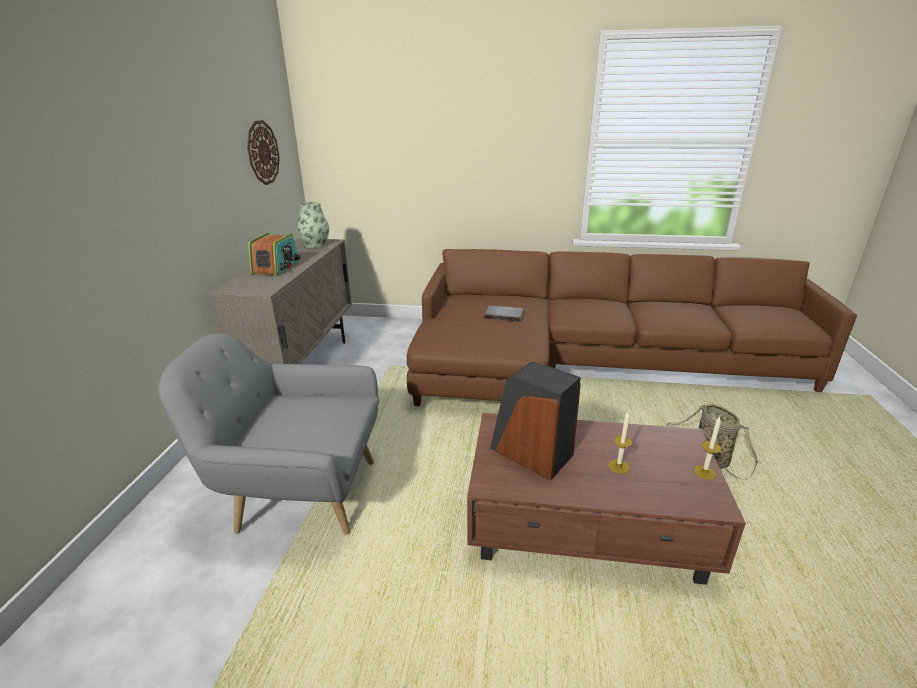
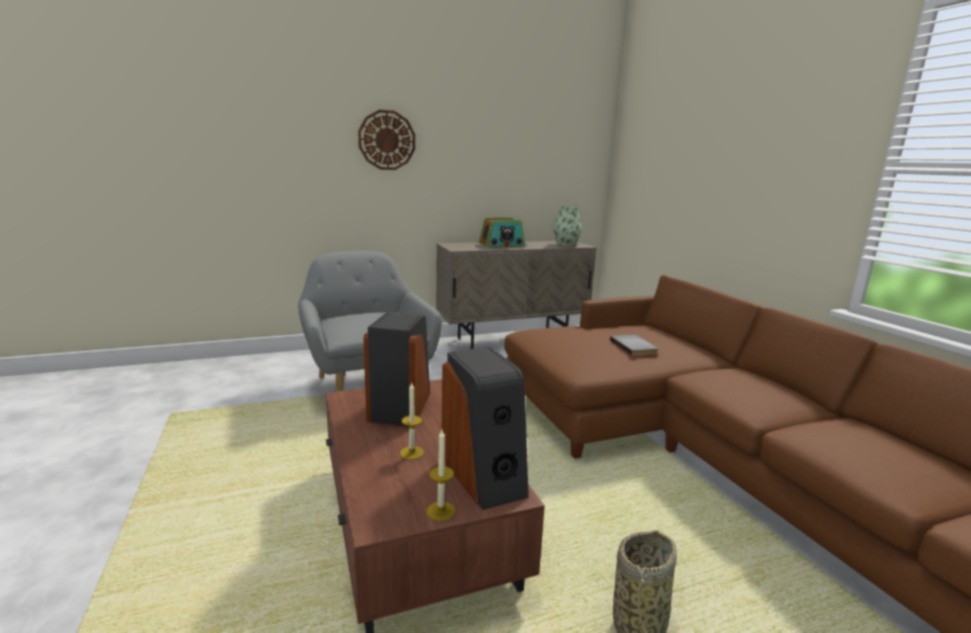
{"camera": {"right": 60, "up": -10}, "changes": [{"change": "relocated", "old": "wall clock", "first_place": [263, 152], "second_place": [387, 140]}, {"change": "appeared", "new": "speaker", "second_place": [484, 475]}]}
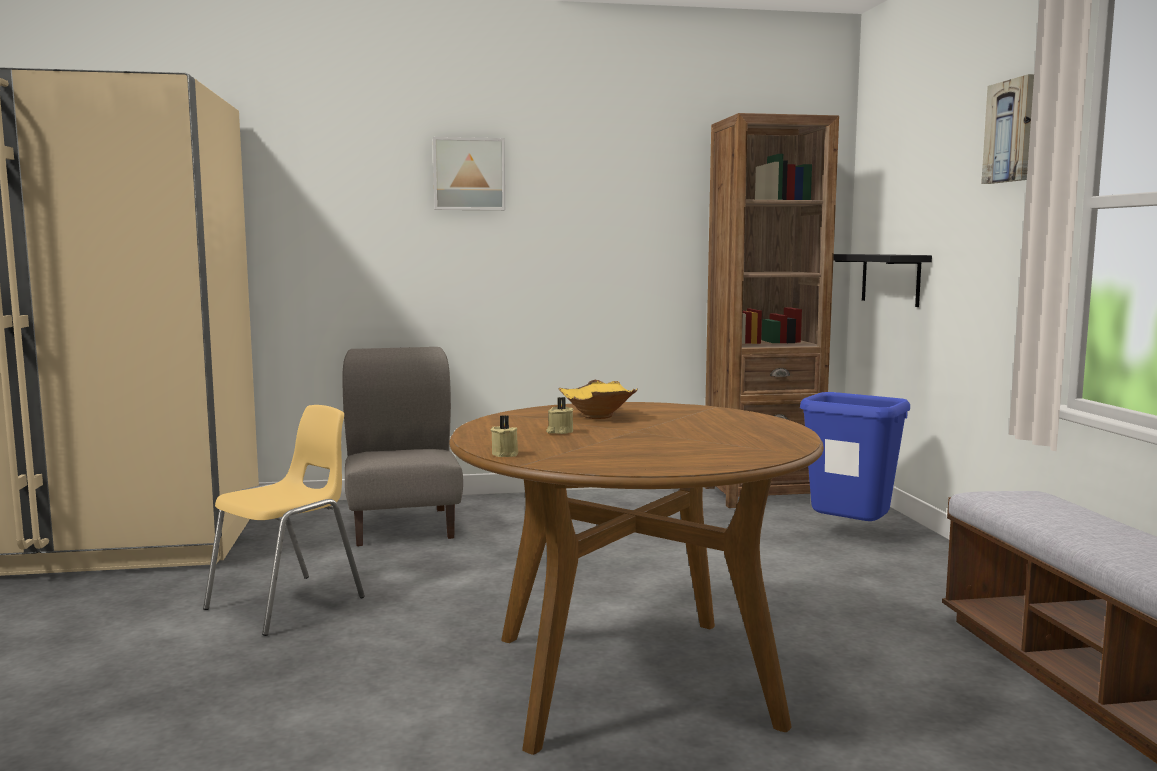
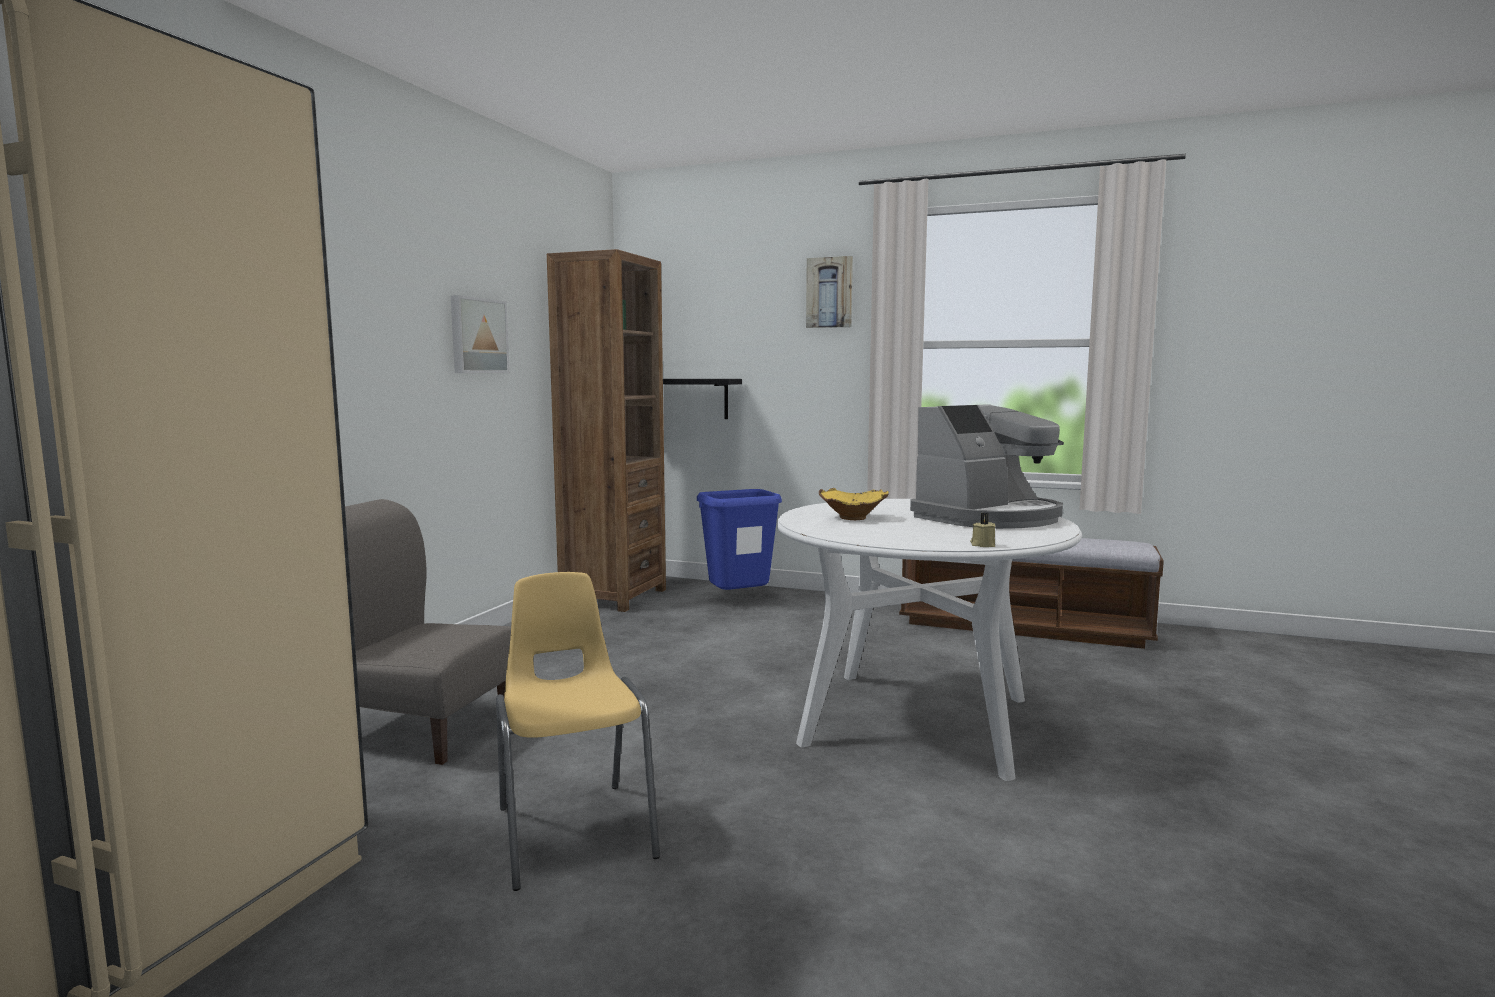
{"camera": {"right": -60, "up": 0}, "changes": [{"change": "relocated", "old": "picture", "first_place": [469, 174], "second_place": [477, 336]}, {"change": "colour", "old": "brown dining table", "new": "white dining table", "first_place": [632, 679], "second_place": [917, 720]}, {"change": "missing", "old": "beige candle", "first_place": [559, 432]}, {"change": "appeared", "new": "coffee machine", "second_place": [989, 518]}]}
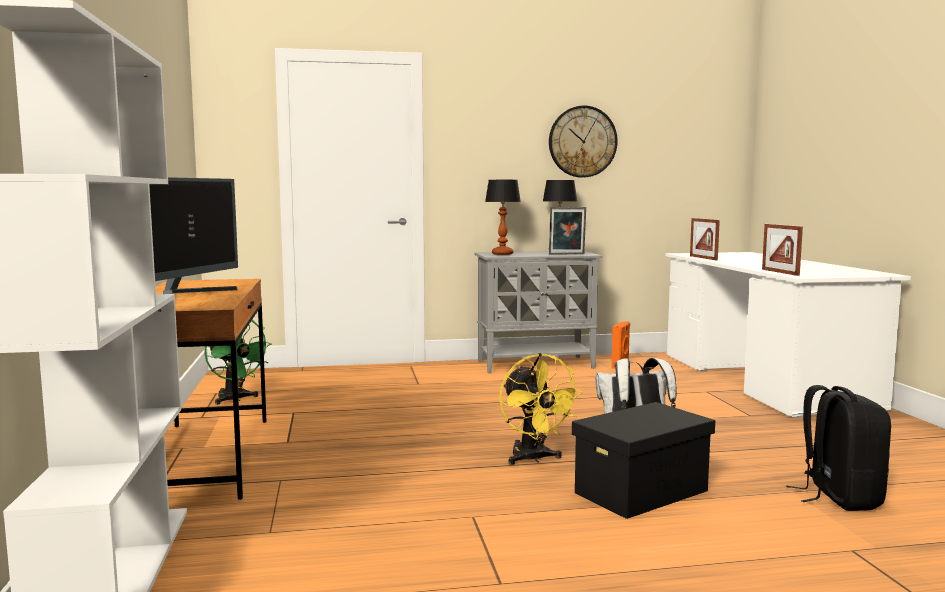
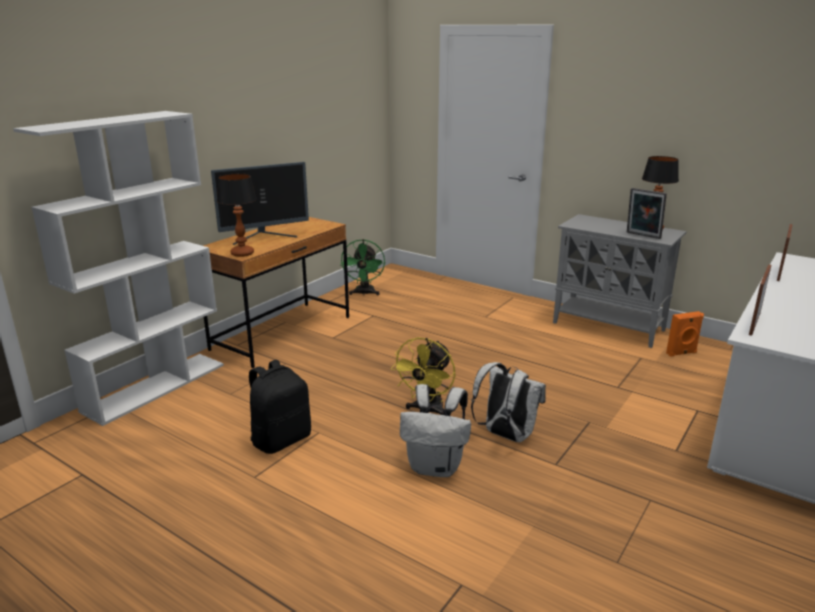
{"camera": {"right": 45, "up": 15}, "changes": [{"change": "relocated", "old": "table lamp", "first_place": [502, 254], "second_place": [242, 254]}, {"change": "missing", "old": "wall clock", "first_place": [582, 142]}, {"change": "exchanged", "old": "black storage box", "new": "white backpack", "first_place": [641, 491], "second_place": [436, 467]}, {"change": "relocated", "old": "black backpack", "first_place": [838, 497], "second_place": [281, 439]}]}
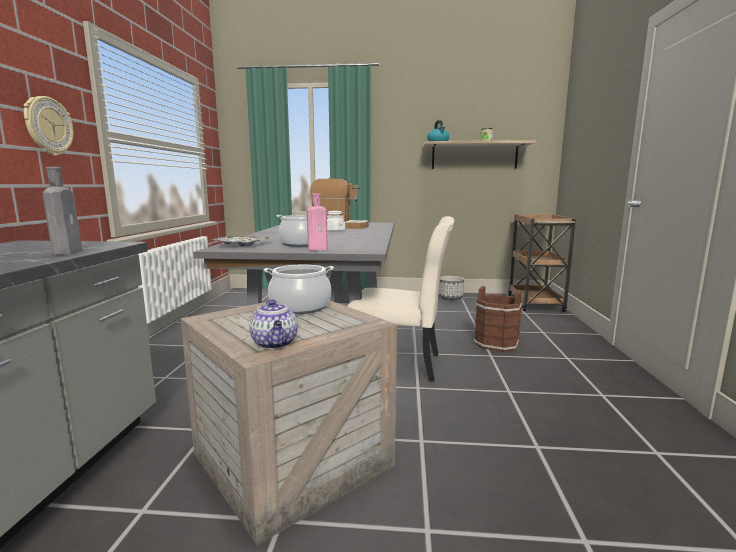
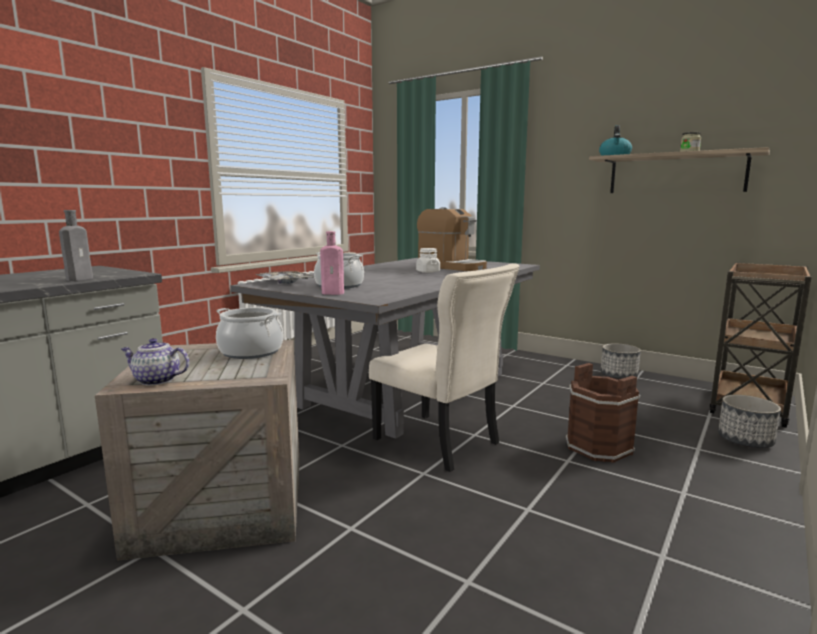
{"camera": {"right": 30, "up": 0}, "changes": [{"change": "missing", "old": "wall clock", "first_place": [48, 126]}, {"change": "spun", "old": "teapot", "first_place": [275, 344], "second_place": [156, 380], "degrees": 90}, {"change": "appeared", "new": "planter", "second_place": [745, 440]}]}
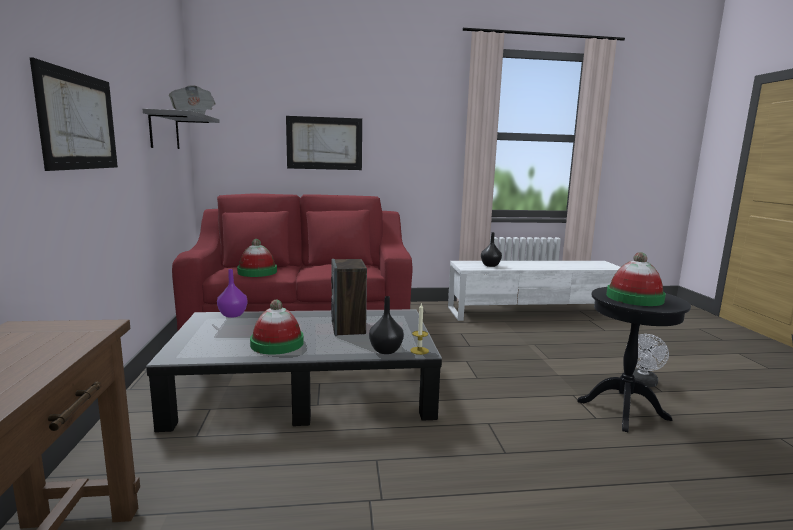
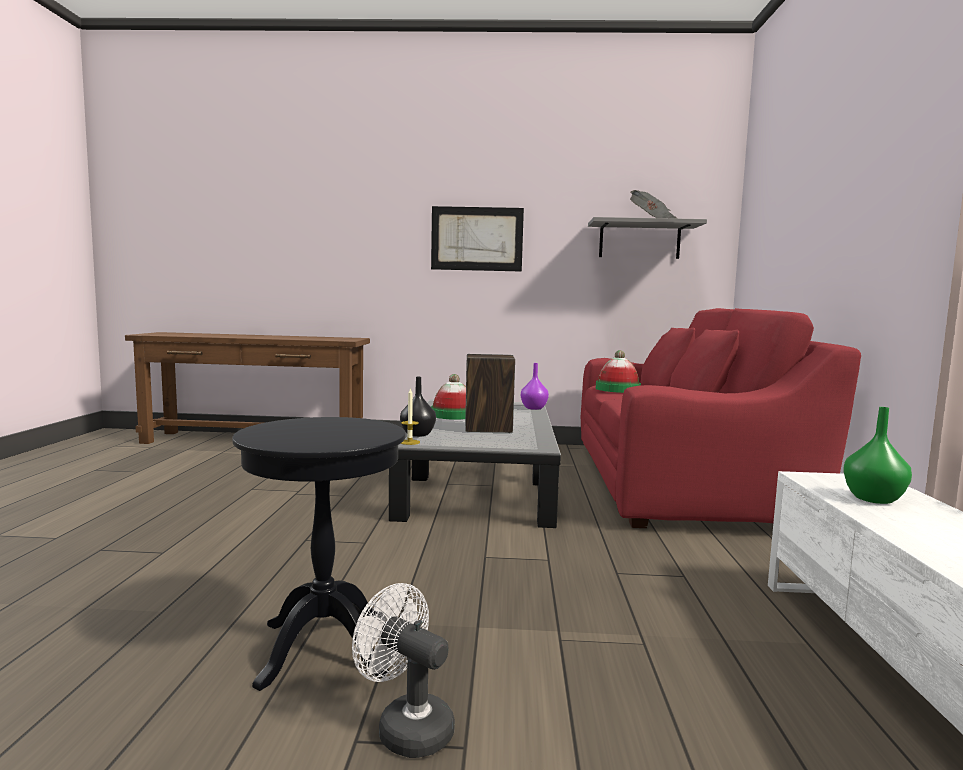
{"camera": {"right": 100, "up": -5}, "changes": [{"change": "missing", "old": "picture", "first_place": [324, 143]}, {"change": "colour", "old": "black vase", "new": "green vase", "first_place": [490, 265], "second_place": [875, 499]}, {"change": "missing", "old": "hat", "first_place": [634, 298]}]}
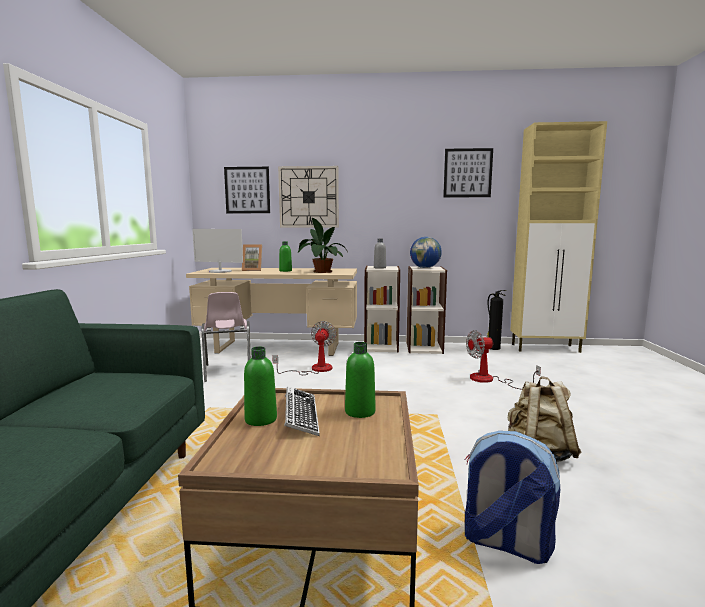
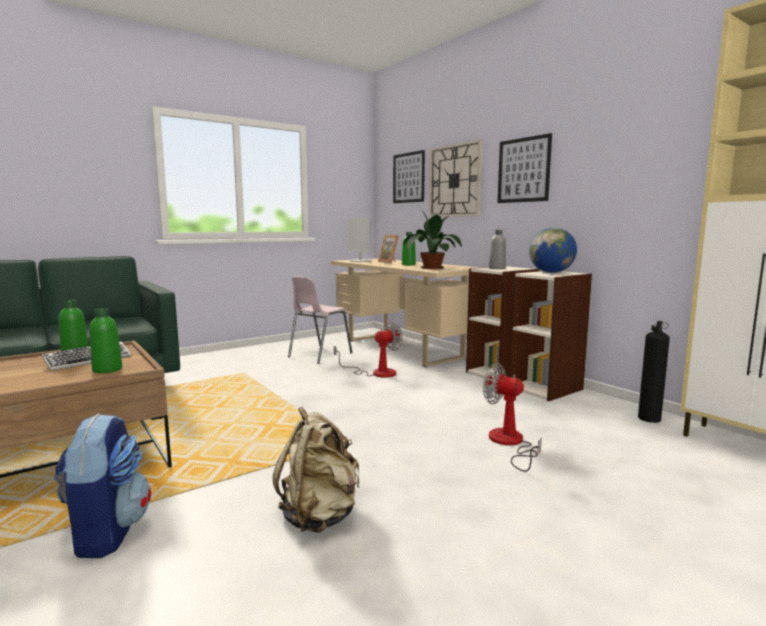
{"camera": {"right": 50, "up": 0}, "changes": [{"change": "relocated", "old": "picture", "first_place": [467, 173], "second_place": [523, 170]}]}
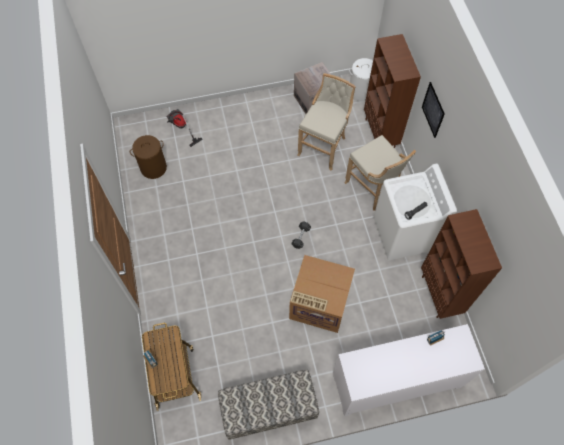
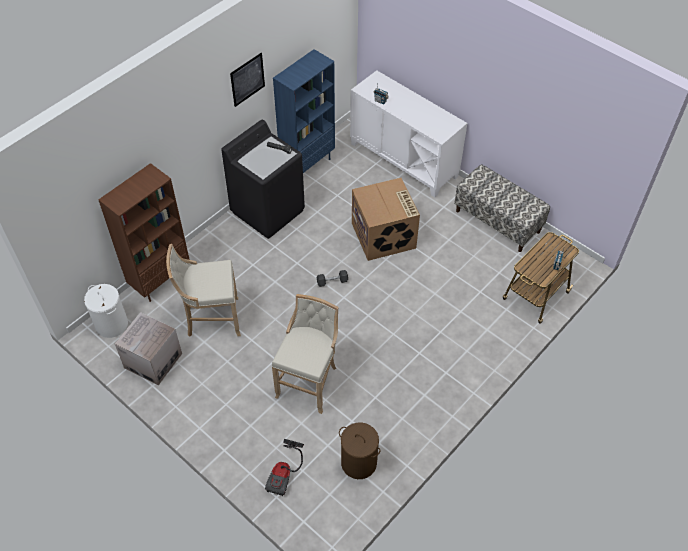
{"camera": {"right": -125, "up": -10}, "changes": [{"change": "relocated", "old": "beige stool", "first_place": [373, 189], "second_place": [309, 381]}, {"change": "colour", "old": "white washing machine", "new": "black washing machine", "first_place": [404, 234], "second_place": [268, 211]}, {"change": "colour", "old": "brown bookcase", "new": "blue bookcase", "first_place": [440, 294], "second_place": [308, 165]}, {"change": "relocated", "old": "picture", "first_place": [433, 110], "second_place": [247, 79]}]}
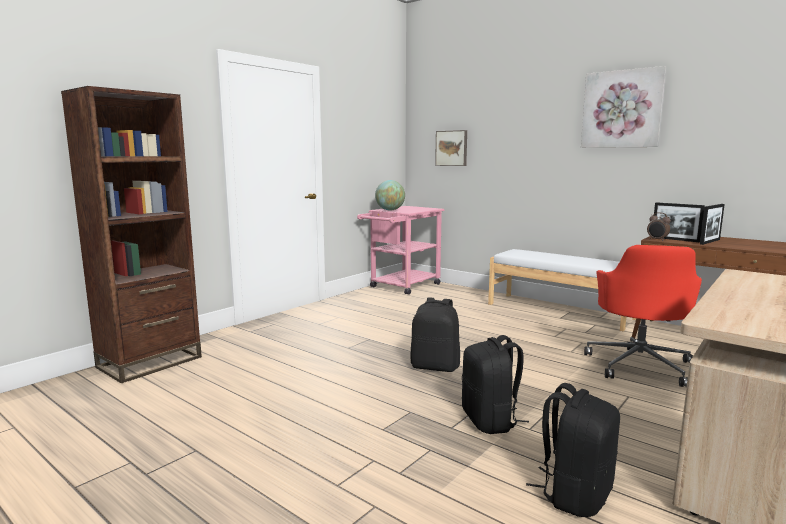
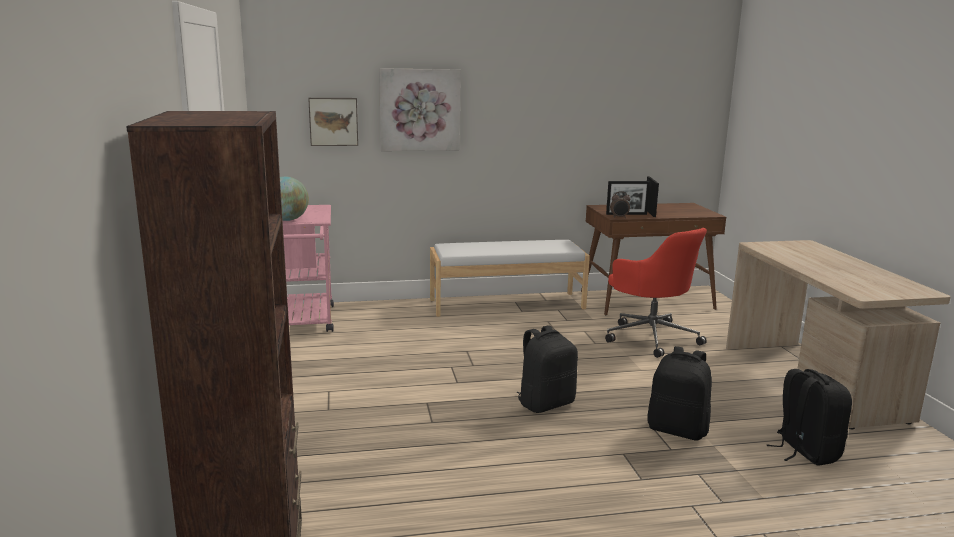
{"camera": {"right": -50, "up": 5}, "changes": [{"change": "relocated", "old": "picture", "first_place": [622, 109], "second_place": [419, 110]}]}
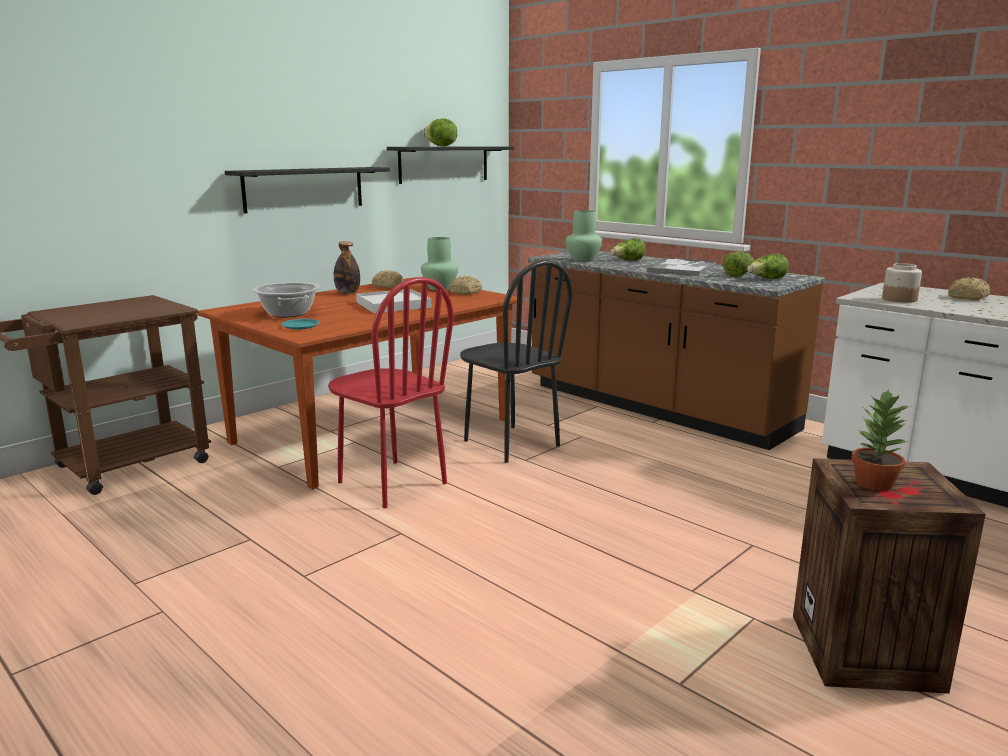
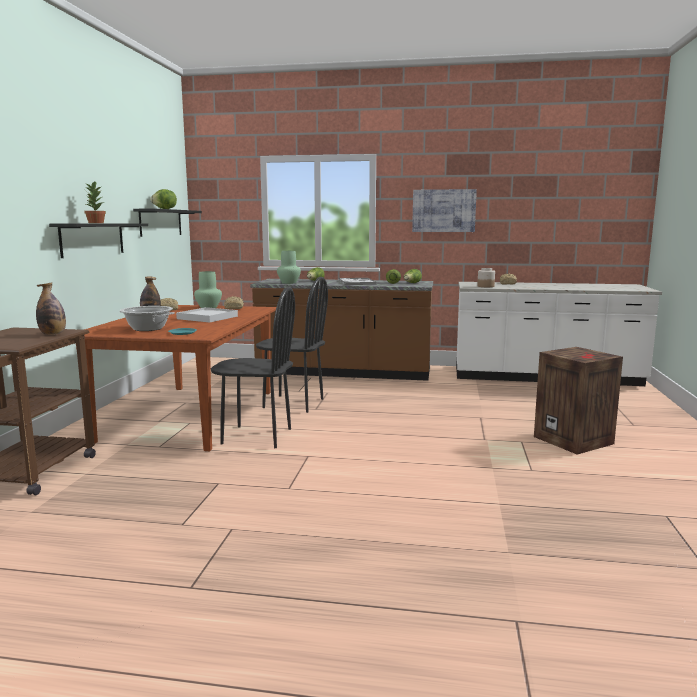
{"camera": {"right": -35, "up": -5}, "changes": [{"change": "colour", "old": "red chair", "new": "black chair", "first_place": [391, 483], "second_place": [256, 436]}, {"change": "relocated", "old": "potted plant", "first_place": [873, 483], "second_place": [95, 223]}, {"change": "appeared", "new": "bottle", "second_place": [53, 334]}, {"change": "appeared", "new": "picture", "second_place": [443, 210]}]}
